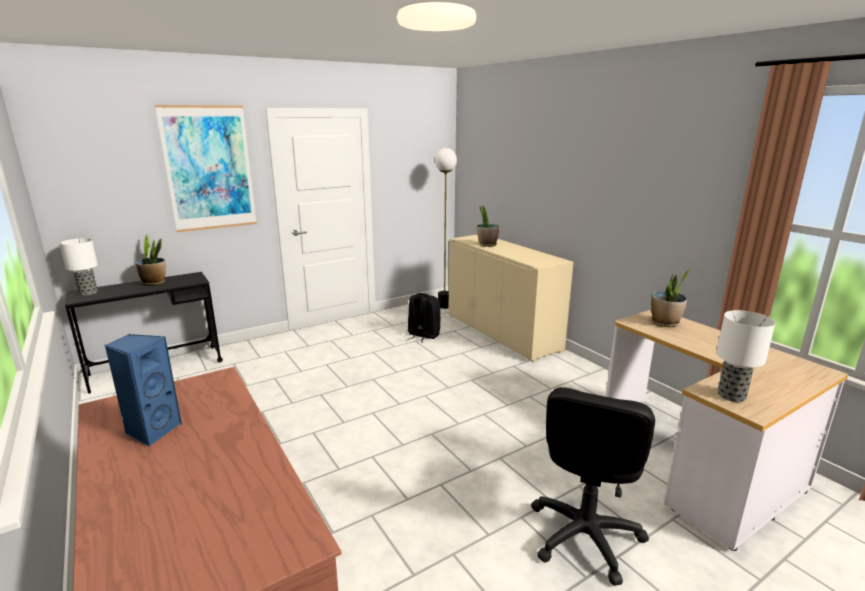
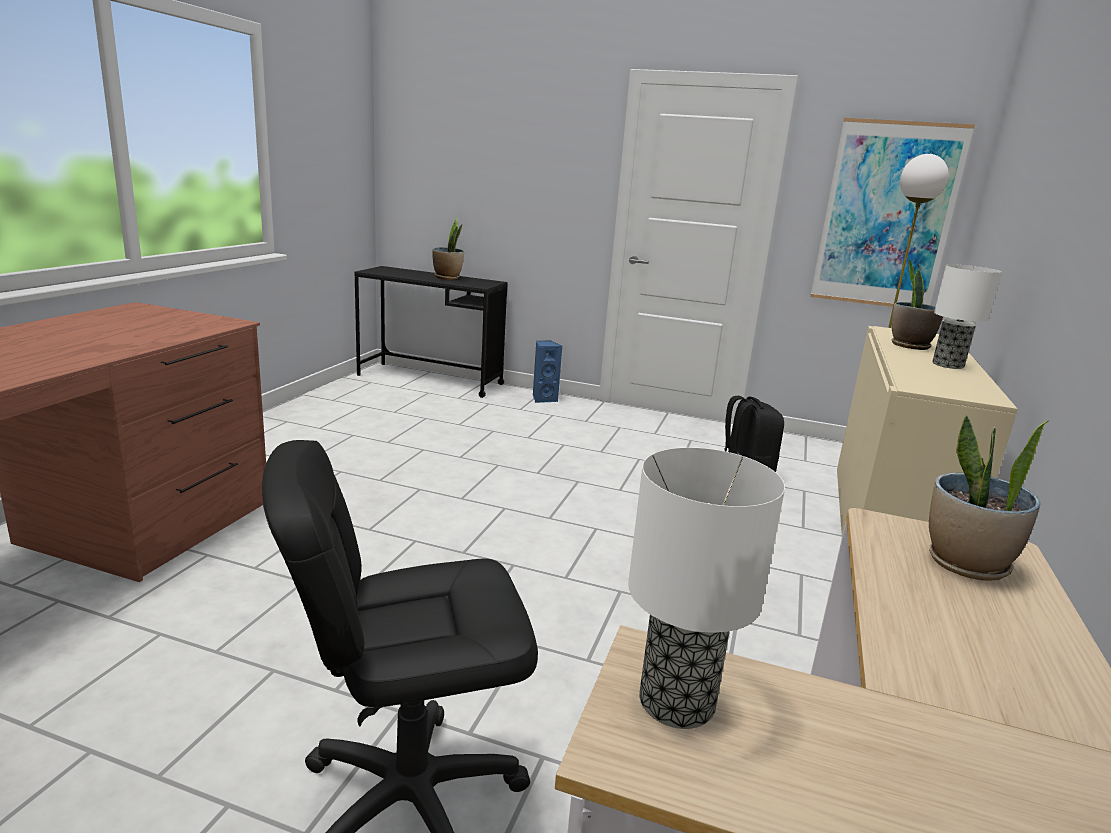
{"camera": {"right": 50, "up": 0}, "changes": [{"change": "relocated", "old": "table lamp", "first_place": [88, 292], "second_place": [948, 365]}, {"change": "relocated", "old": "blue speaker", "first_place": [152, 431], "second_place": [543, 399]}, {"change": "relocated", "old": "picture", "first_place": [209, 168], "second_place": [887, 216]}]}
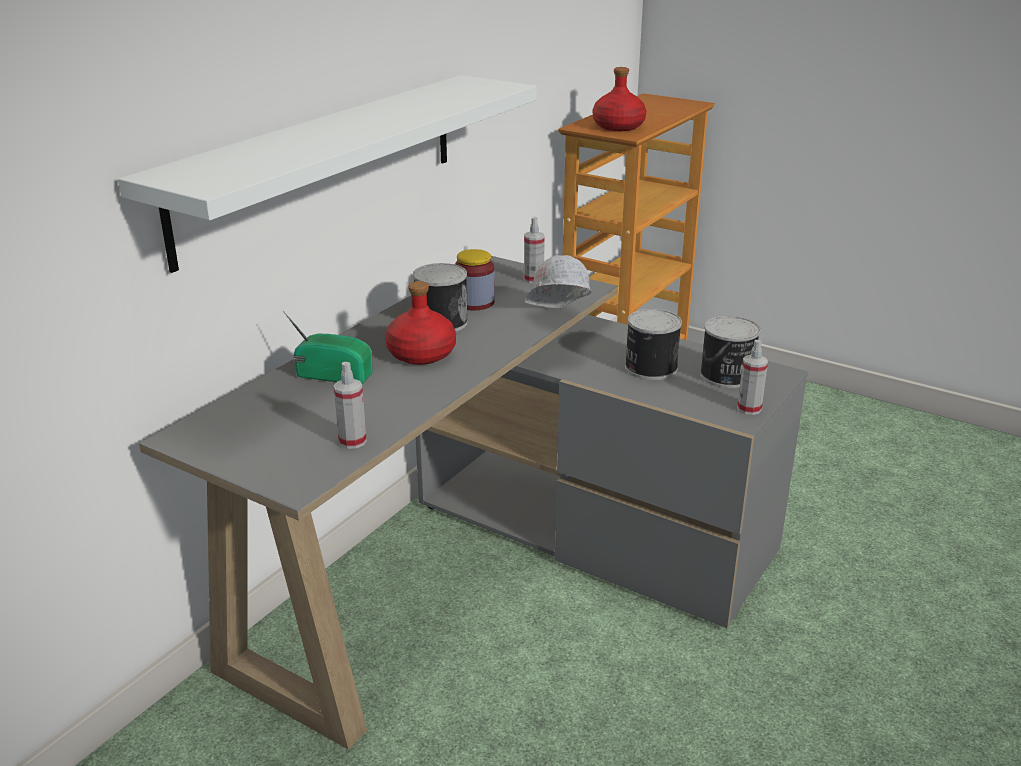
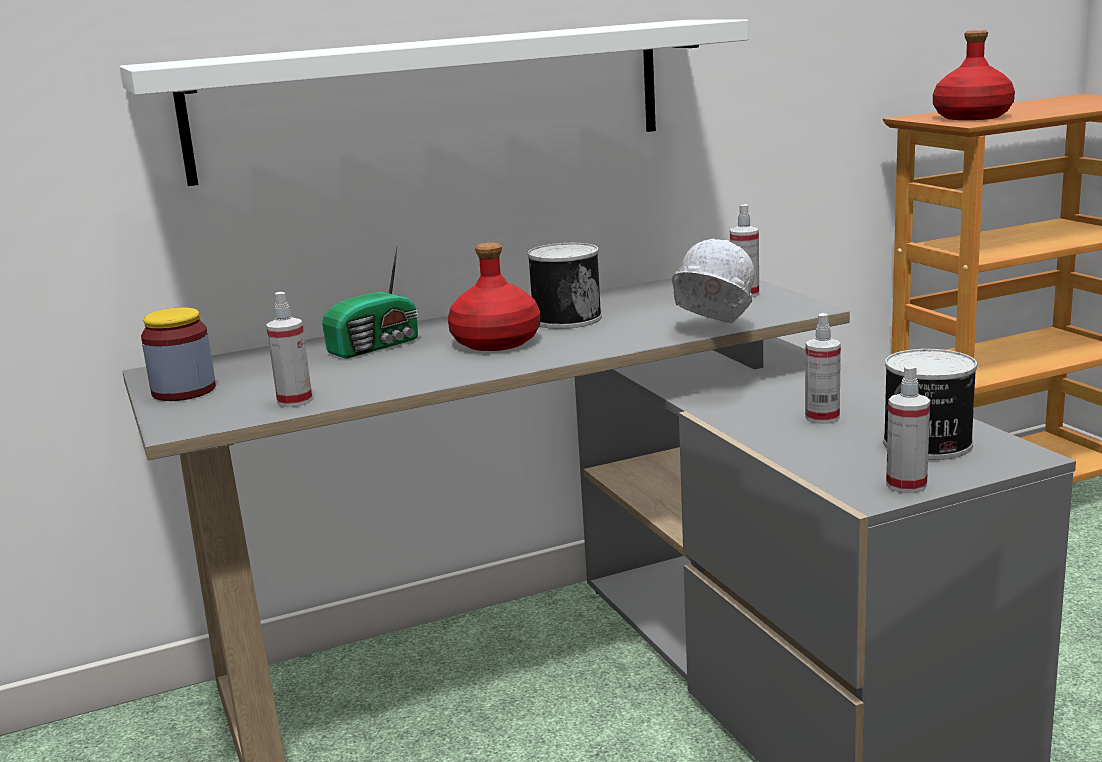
{"camera": {"right": 35, "up": -10}, "changes": [{"change": "spun", "old": "radio", "first_place": [333, 374], "second_place": [377, 346], "degrees": 90}, {"change": "relocated", "old": "jar", "first_place": [474, 302], "second_place": [184, 391]}, {"change": "exchanged", "old": "can", "new": "spray bottle", "first_place": [649, 367], "second_place": [822, 417]}]}
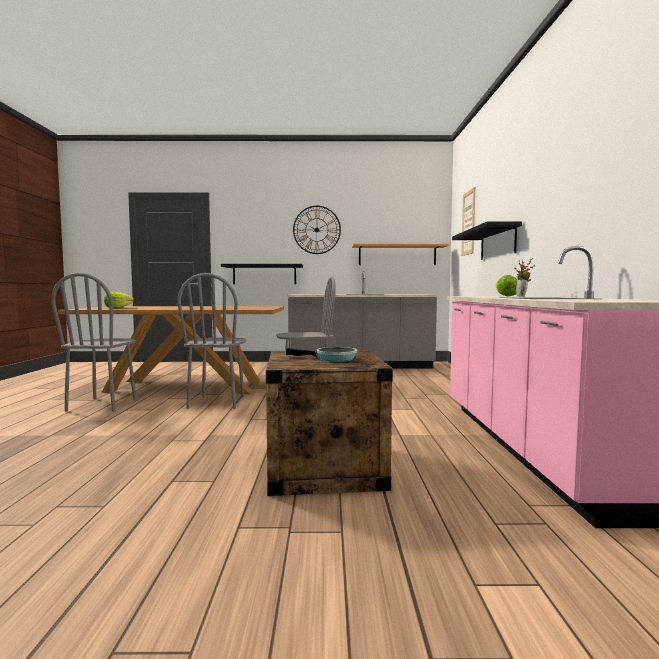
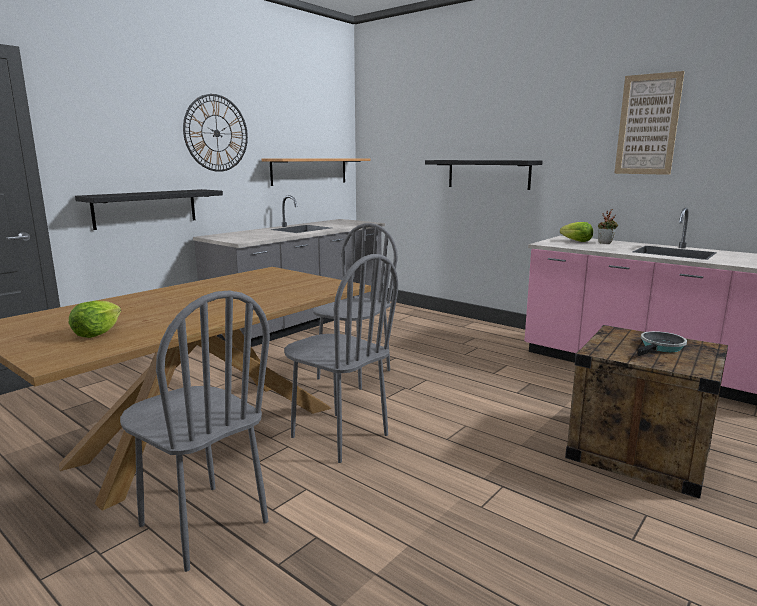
{"camera": {"right": -50, "up": 10}, "changes": [{"change": "relocated", "old": "picture", "first_place": [468, 223], "second_place": [647, 125]}]}
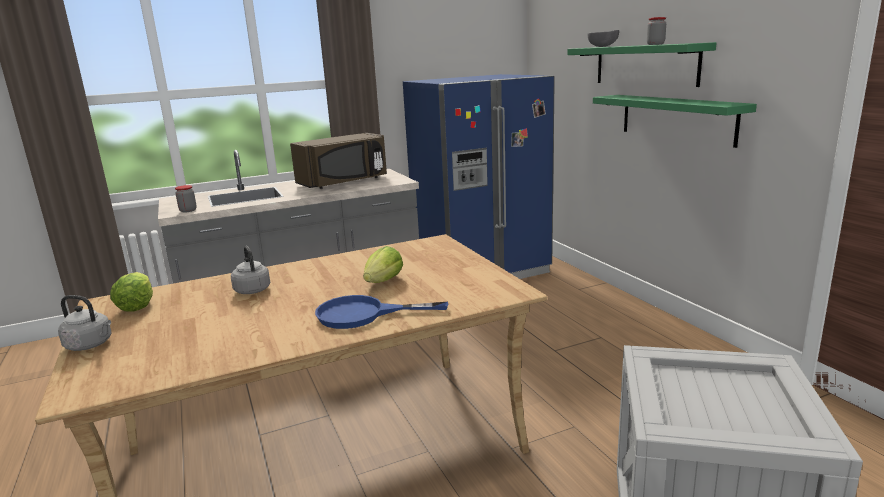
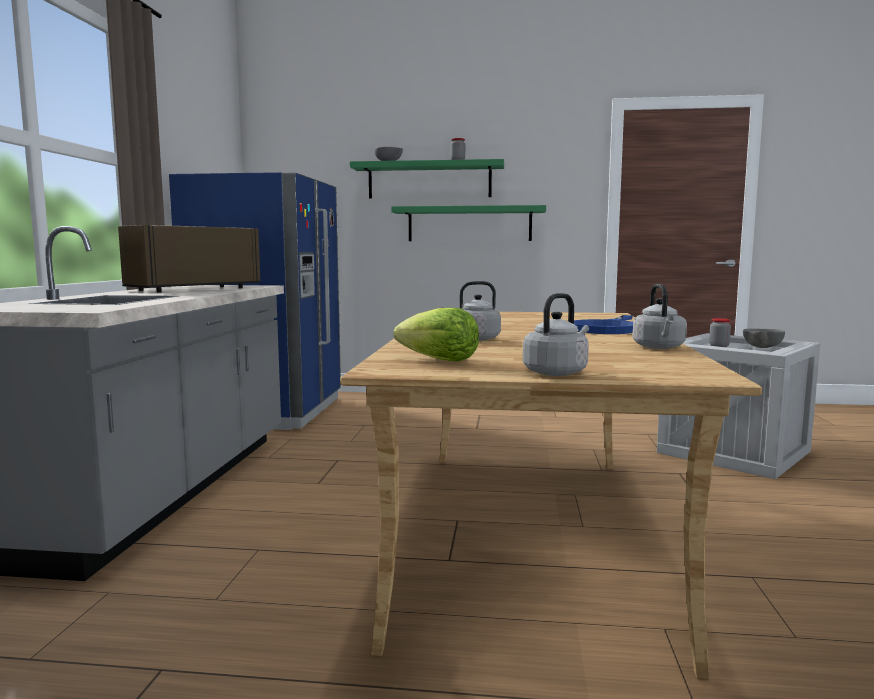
{"camera": {"right": -60, "up": -10}, "changes": [{"change": "relocated", "old": "jar", "first_place": [188, 210], "second_place": [719, 346]}, {"change": "spun", "old": "brown microwave", "first_place": [344, 182], "second_place": [191, 289], "degrees": -135}, {"change": "missing", "old": "lettuce", "first_place": [384, 281]}, {"change": "appeared", "new": "grey kettle", "second_place": [659, 347]}, {"change": "appeared", "new": "grey bowl", "second_place": [761, 347]}]}
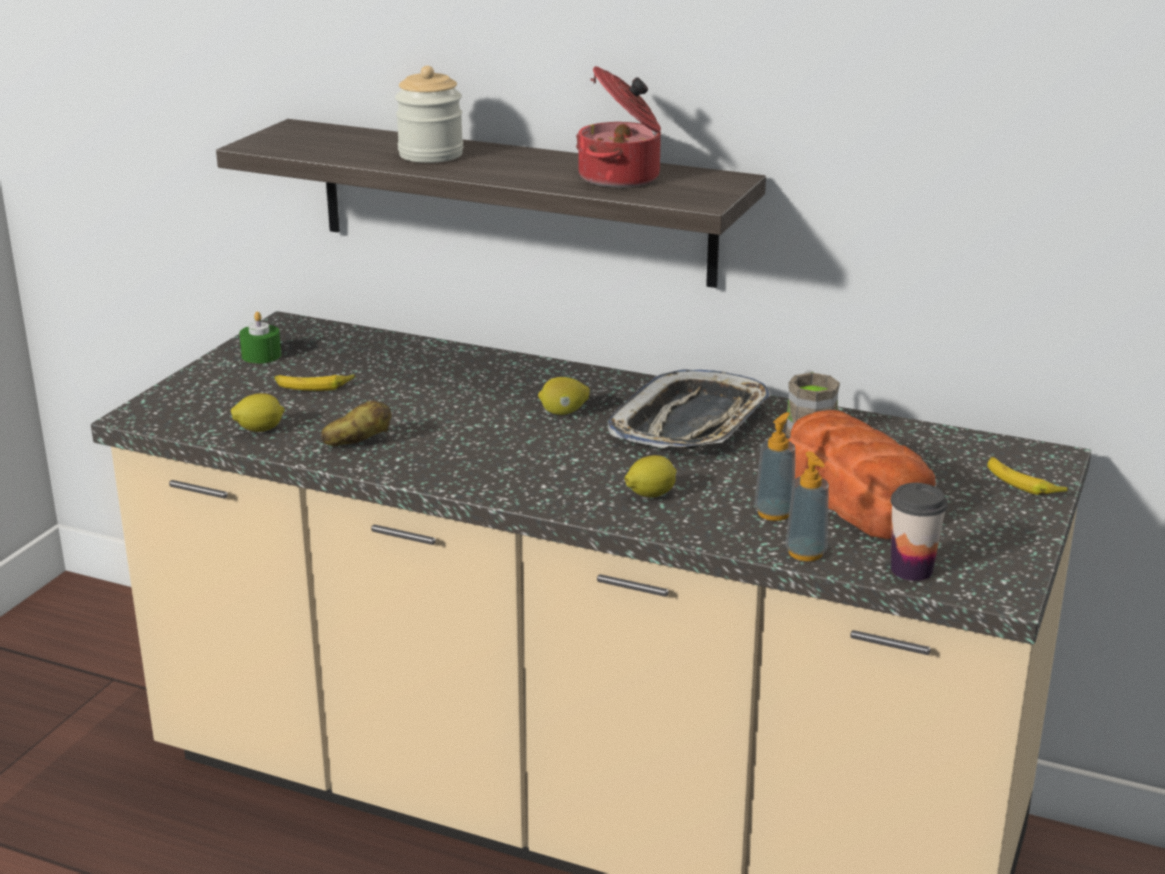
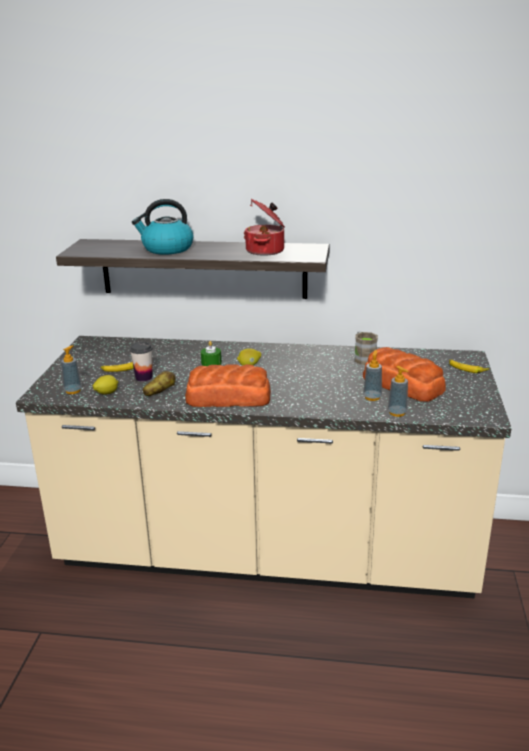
{"camera": {"right": -15, "up": 0}, "changes": [{"change": "relocated", "old": "green candle", "first_place": [261, 355], "second_place": [211, 363]}, {"change": "exchanged", "old": "jar", "new": "kettle", "first_place": [431, 154], "second_place": [167, 249]}, {"change": "missing", "old": "tray", "first_place": [691, 424]}, {"change": "missing", "old": "lemon", "first_place": [650, 495]}, {"change": "relocated", "old": "cup", "first_place": [911, 570], "second_place": [144, 377]}, {"change": "appeared", "new": "soap dispenser", "second_place": [73, 391]}, {"change": "appeared", "new": "bread", "second_place": [227, 397]}]}
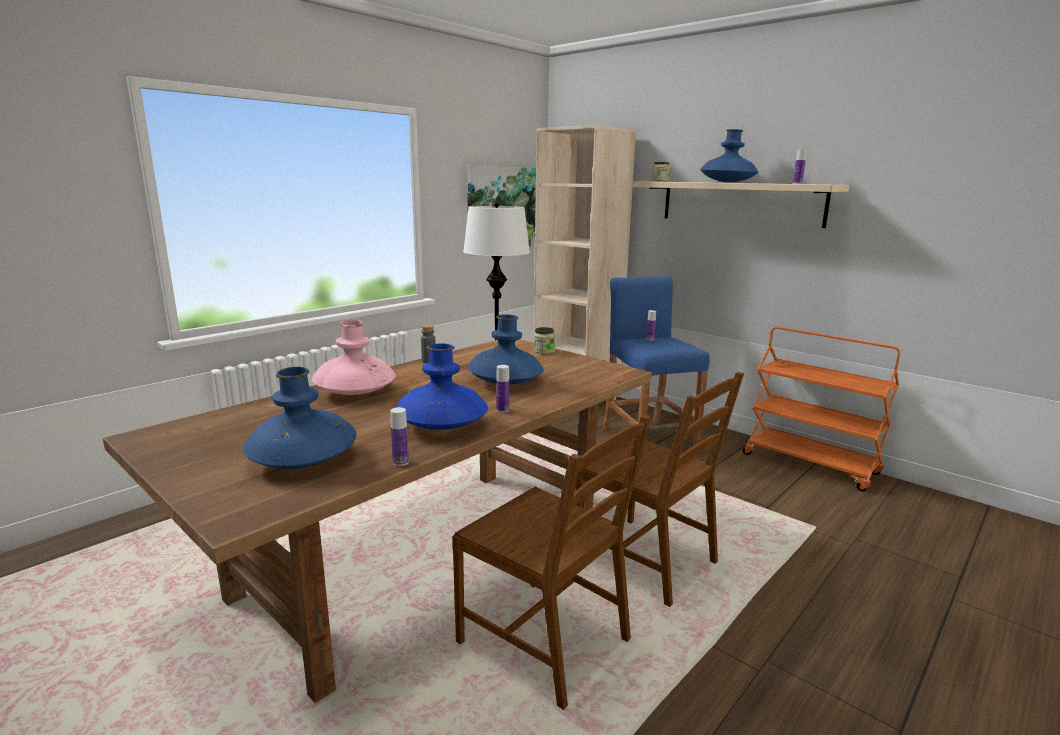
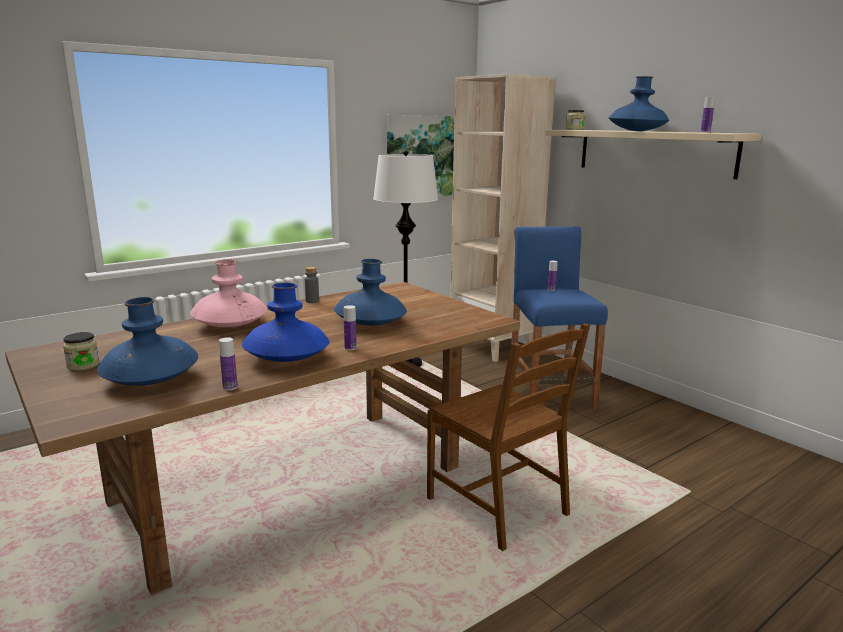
{"camera": {"right": 10, "up": 0}, "changes": [{"change": "missing", "old": "brown chair", "first_place": [546, 641]}, {"change": "relocated", "old": "jar", "first_place": [544, 351], "second_place": [83, 365]}, {"change": "missing", "old": "orange cart", "first_place": [811, 464]}]}
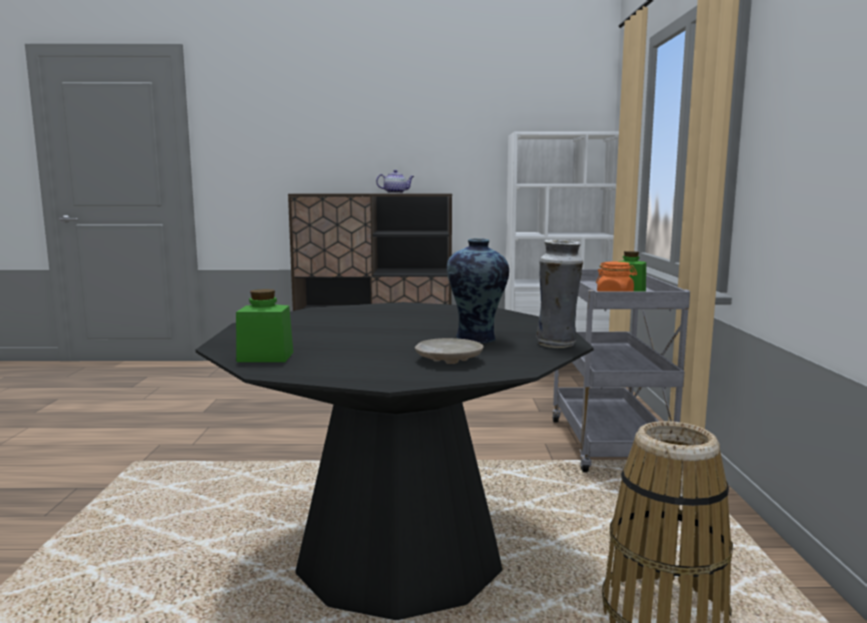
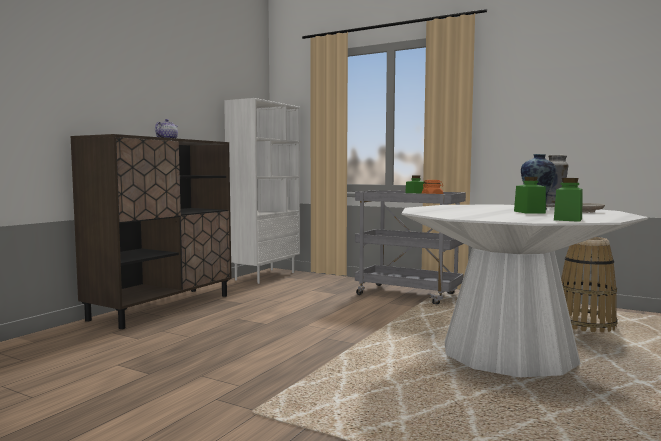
{"camera": {"right": -60, "up": -5}, "changes": [{"change": "colour", "old": "black dining table", "new": "white dining table", "first_place": [399, 555], "second_place": [508, 353]}, {"change": "appeared", "new": "green jar", "second_place": [529, 212]}]}
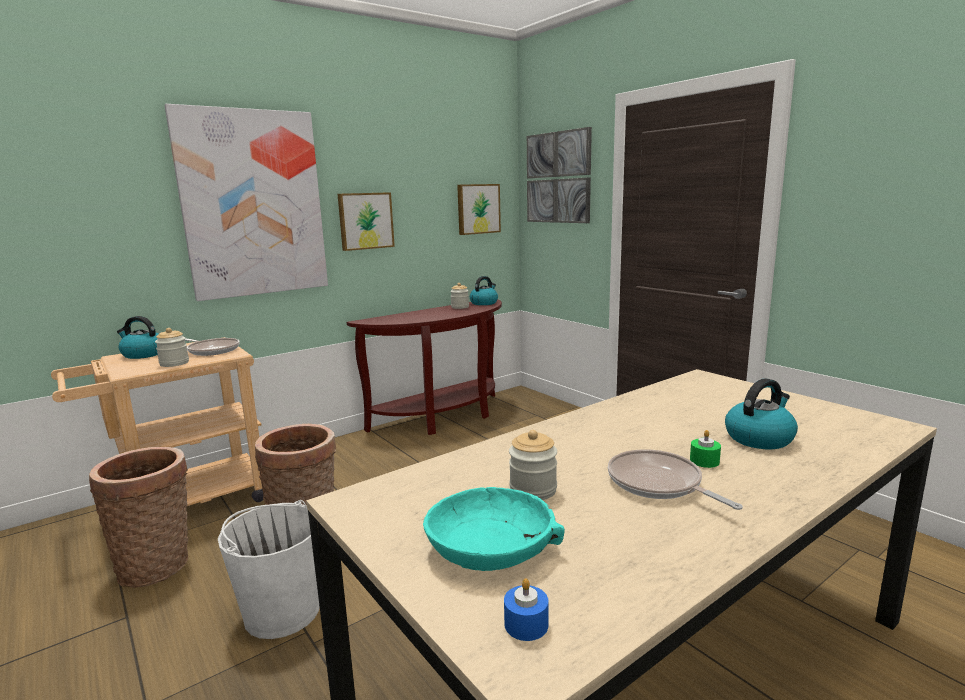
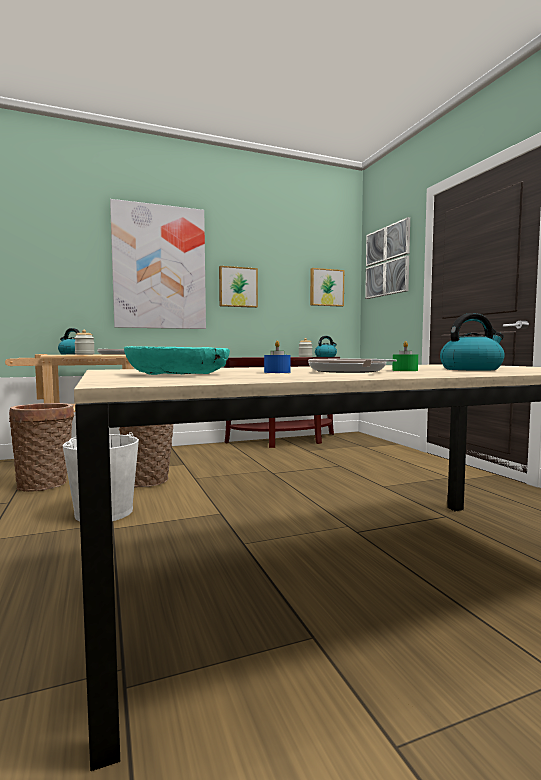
{"camera": {"right": 15, "up": -10}, "changes": [{"change": "relocated", "old": "blue candle", "first_place": [526, 624], "second_place": [277, 372]}, {"change": "missing", "old": "jar", "first_place": [533, 490]}]}
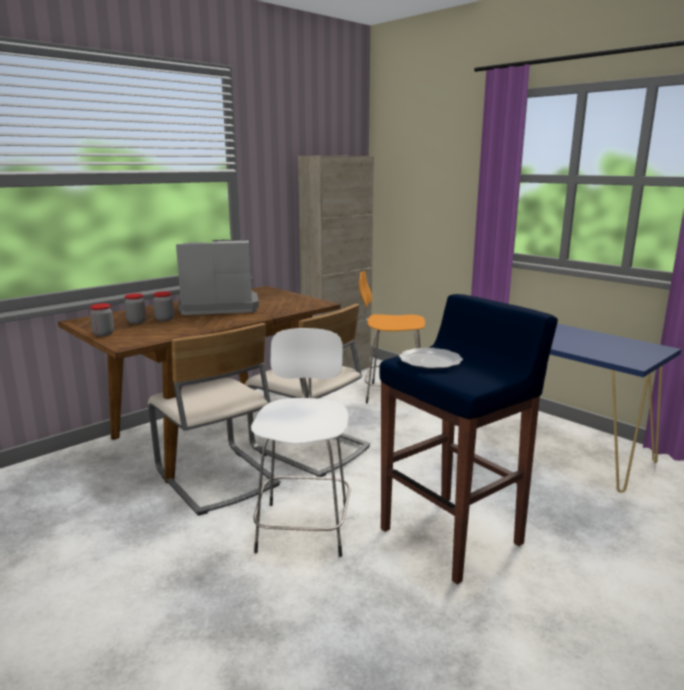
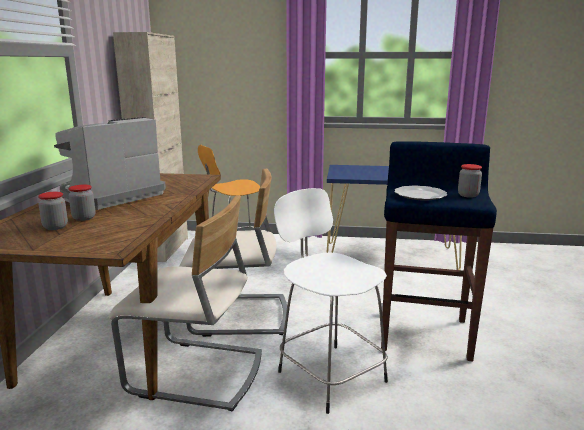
{"camera": {"right": -40, "up": 0}, "changes": [{"change": "relocated", "old": "jar", "first_place": [103, 334], "second_place": [468, 195]}]}
